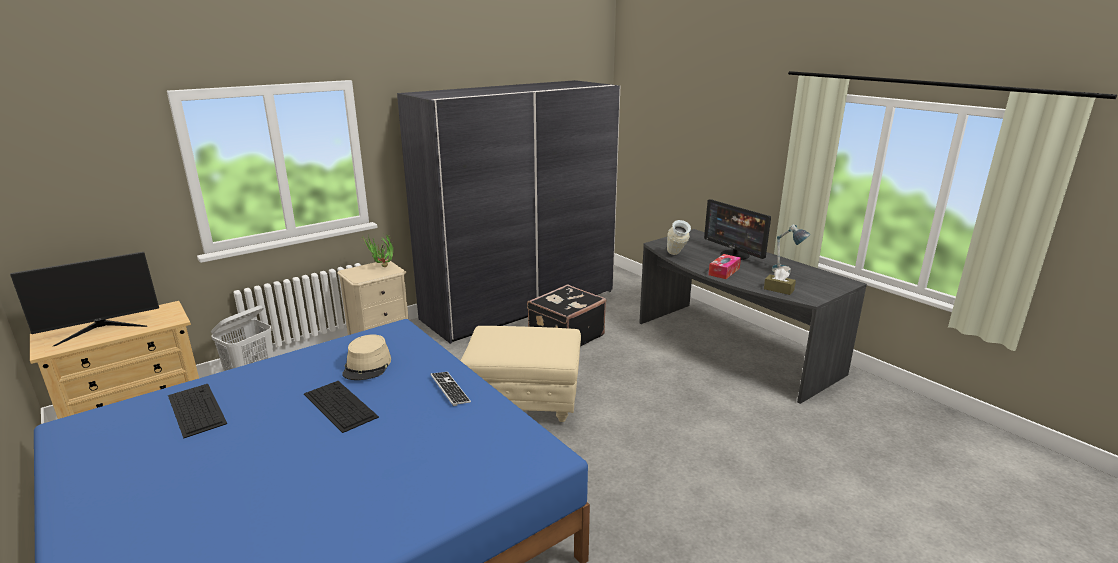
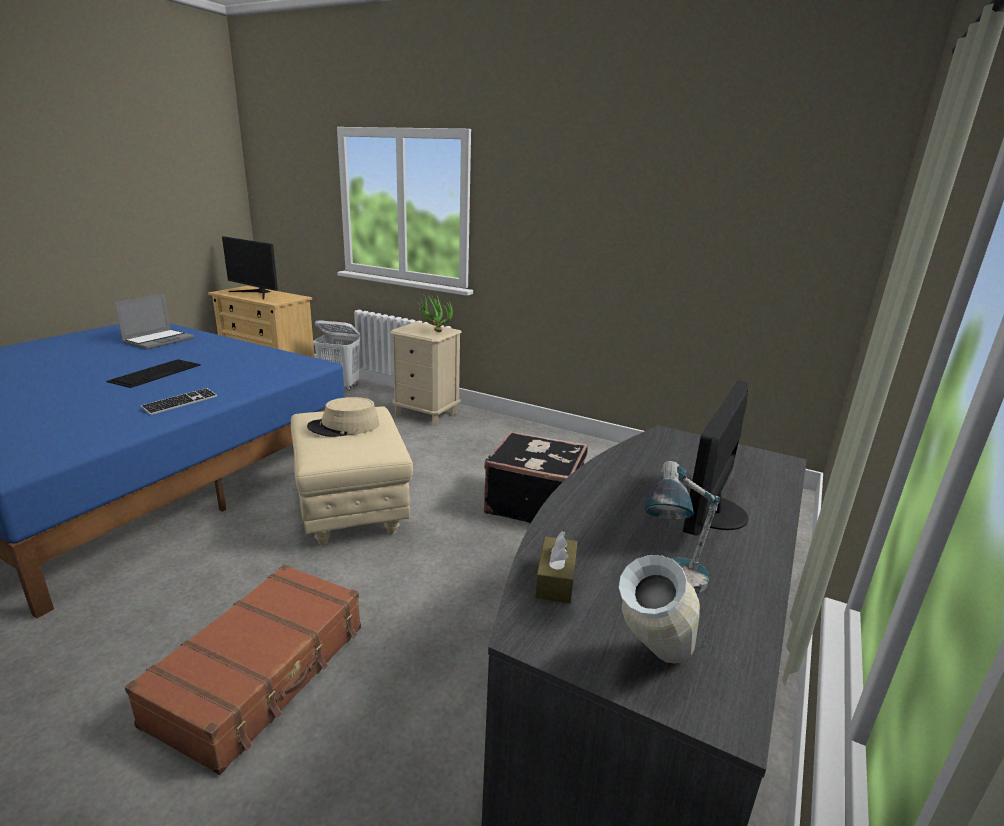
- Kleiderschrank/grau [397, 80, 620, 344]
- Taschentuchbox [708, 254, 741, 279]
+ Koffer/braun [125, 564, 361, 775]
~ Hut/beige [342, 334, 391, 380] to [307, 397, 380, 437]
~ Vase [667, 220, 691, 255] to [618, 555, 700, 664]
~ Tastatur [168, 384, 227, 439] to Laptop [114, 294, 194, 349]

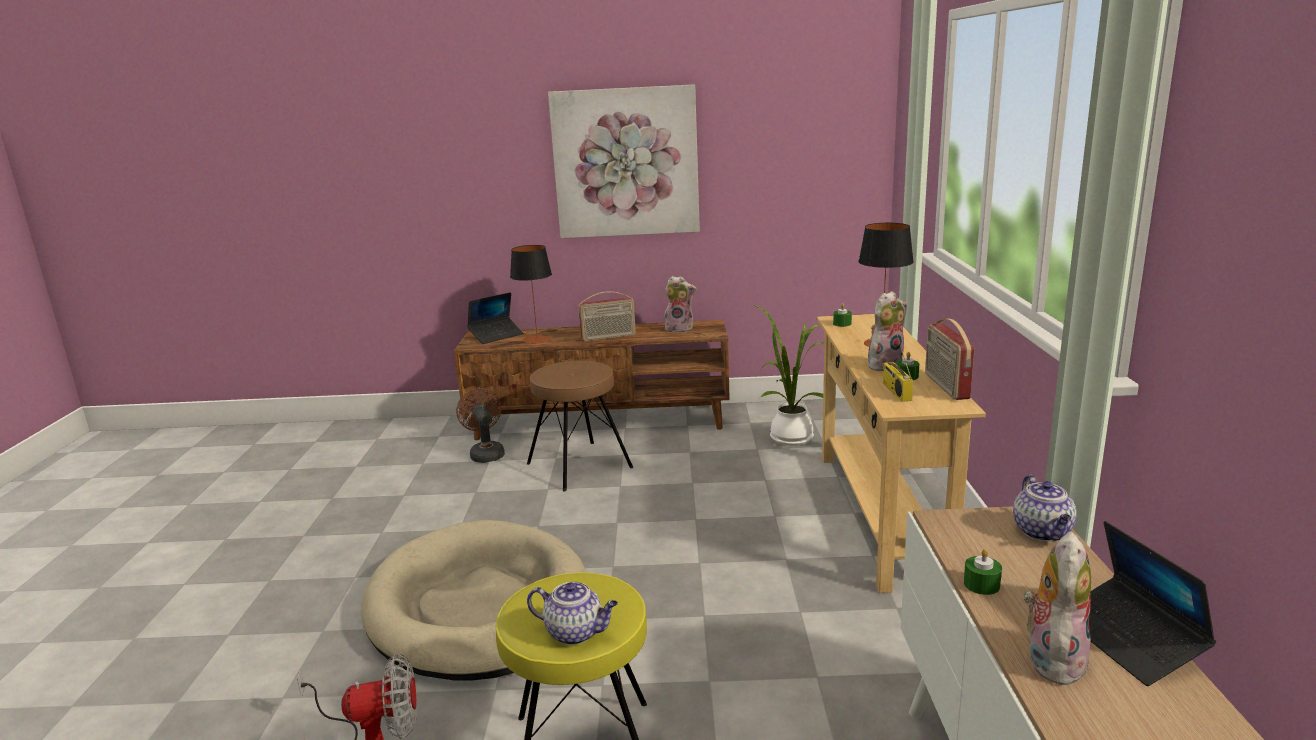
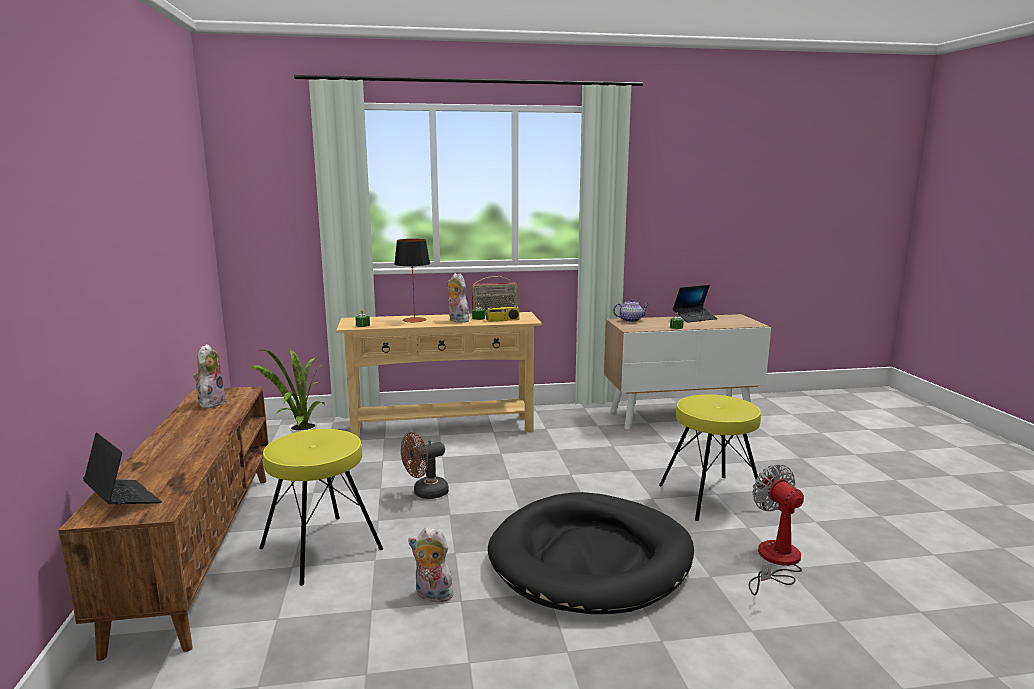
- Tischlampe [510, 245, 552, 344]
- Teekanne [527, 582, 618, 645]
- Bild [548, 84, 700, 238]
- Radio [578, 291, 636, 341]
~ Ventilator/braun [456, 388, 505, 463] to [401, 432, 449, 499]
~ Plüschtier [1024, 531, 1091, 685] to [409, 527, 453, 602]
~ Hundebett/beige [361, 520, 587, 680] to Hundebett/schwarz [488, 492, 694, 614]
~ Hocker/braun [527, 361, 633, 492] to Hocker/gelb [259, 429, 383, 586]

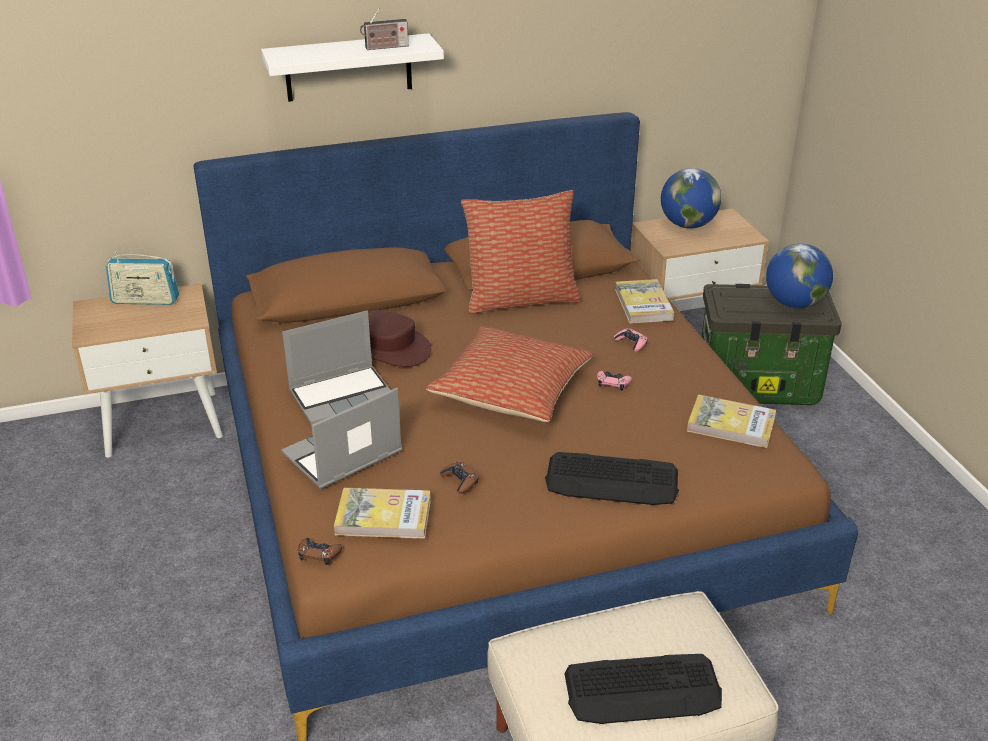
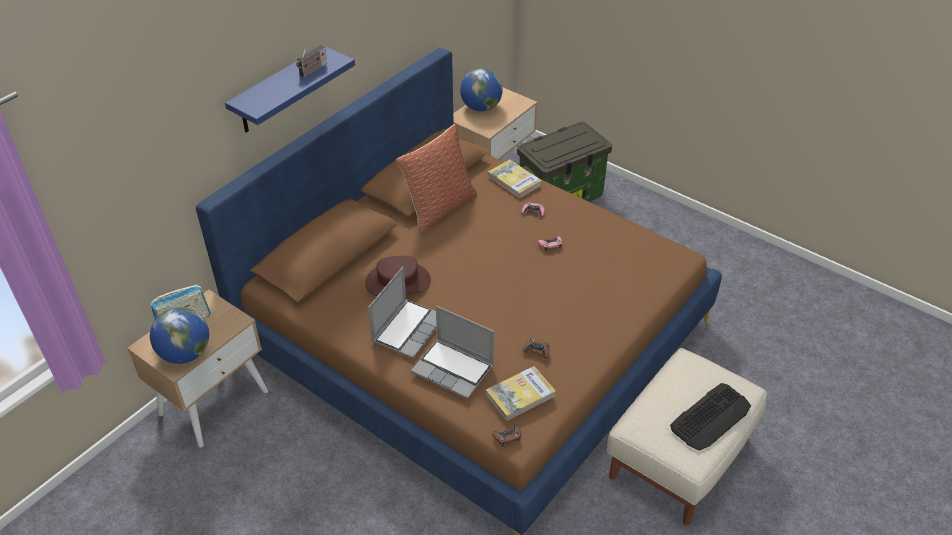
- Kissen [426, 326, 594, 422]
- Tastatur [545, 452, 679, 505]
- Buch [687, 395, 776, 448]
~ Globus [766, 244, 833, 308] to [150, 307, 209, 364]
~ Wandregal/weiß [261, 33, 444, 102] to Wandregal/blau [225, 46, 355, 132]
~ Laptop [281, 388, 402, 489] = [411, 306, 494, 399] 75 degrees counterclockwise

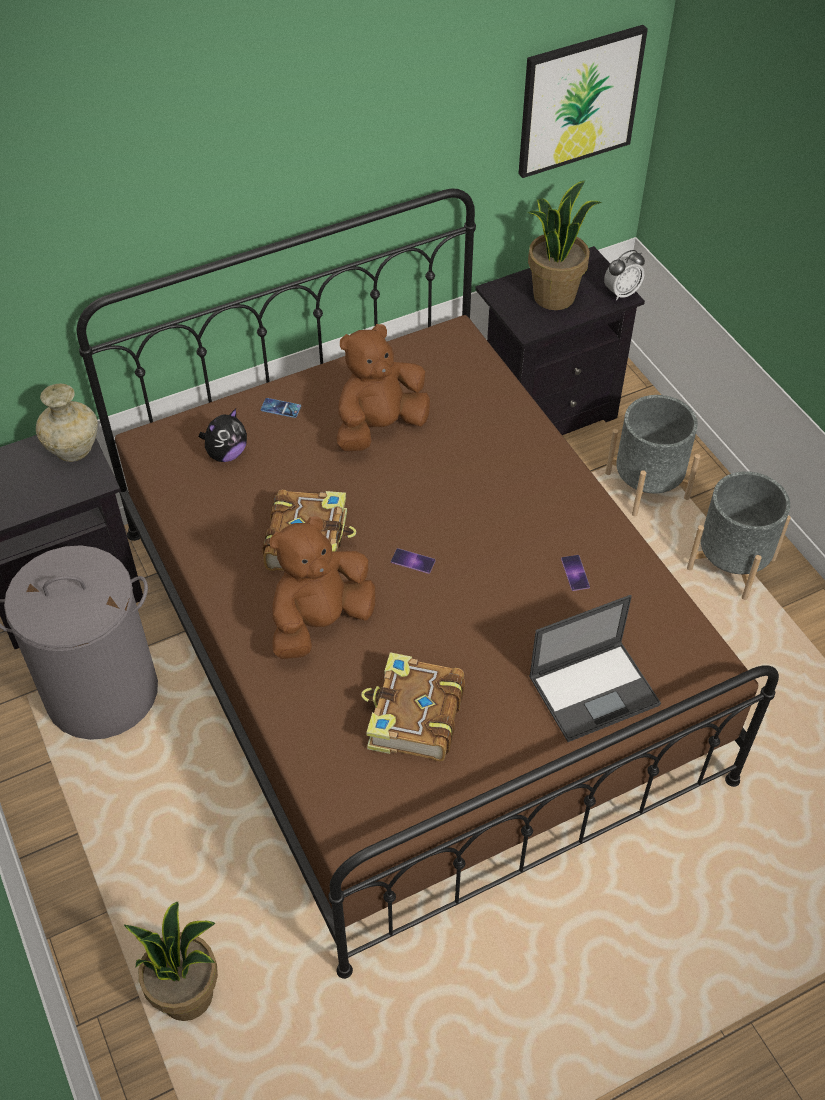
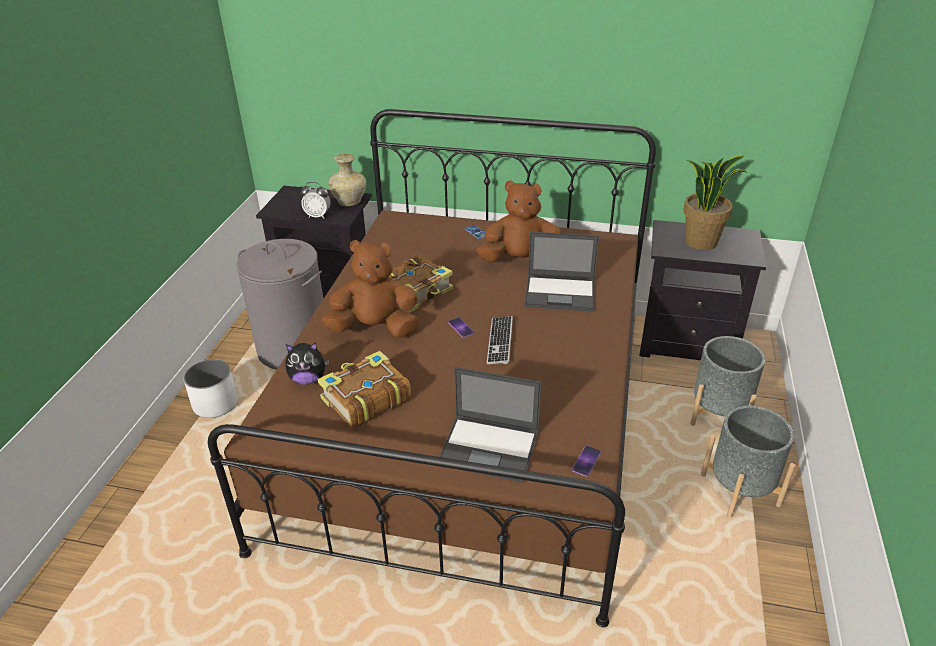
- Topfpflanze [124, 902, 218, 1021]
- Bild [518, 25, 648, 178]
+ Pflanzkübel/weiß [183, 359, 238, 418]
+ Tastatur [487, 316, 513, 364]
+ Laptop [525, 232, 599, 312]
~ Plüschtier [199, 408, 247, 462] to [286, 343, 329, 385]
~ Handy [561, 555, 590, 591] to [572, 445, 601, 477]
~ Wecker [604, 250, 645, 301] to [300, 182, 331, 218]

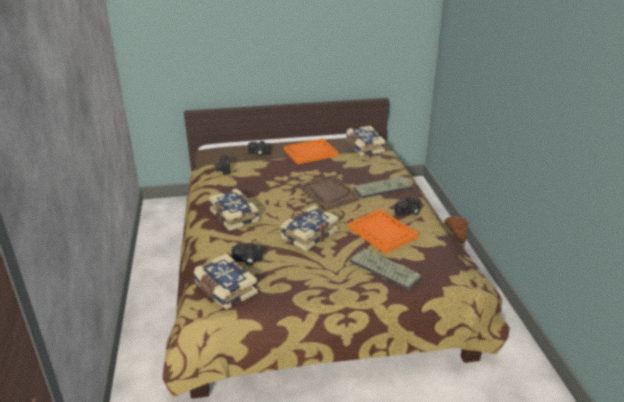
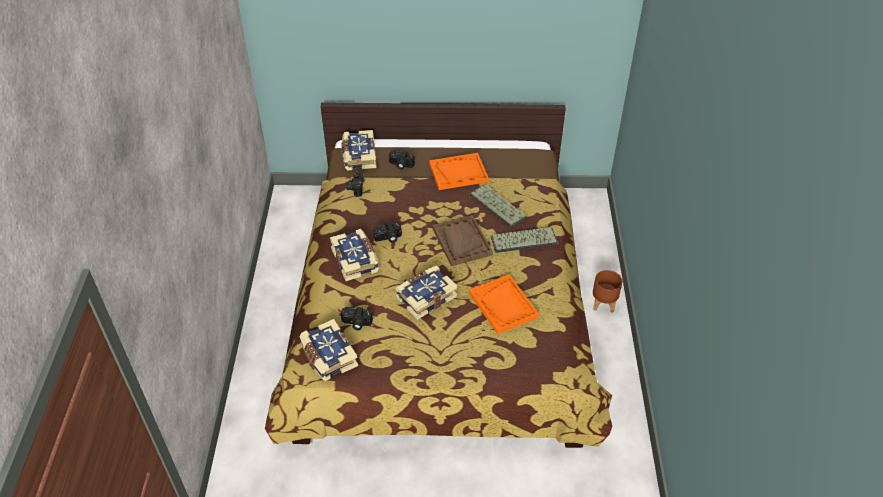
~ Buch [346, 126, 385, 156] to [341, 130, 376, 171]
~ Tastatur [349, 249, 422, 290] to [469, 185, 527, 227]
~ Kamera [395, 197, 421, 216] to [373, 222, 402, 243]

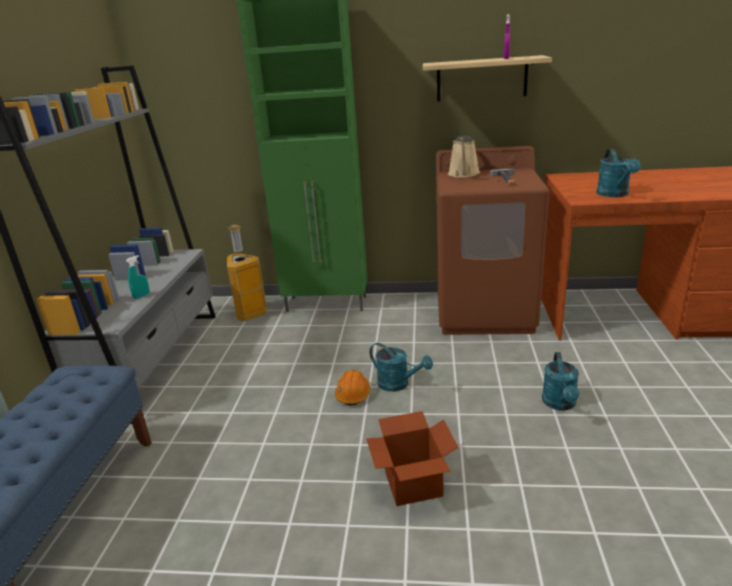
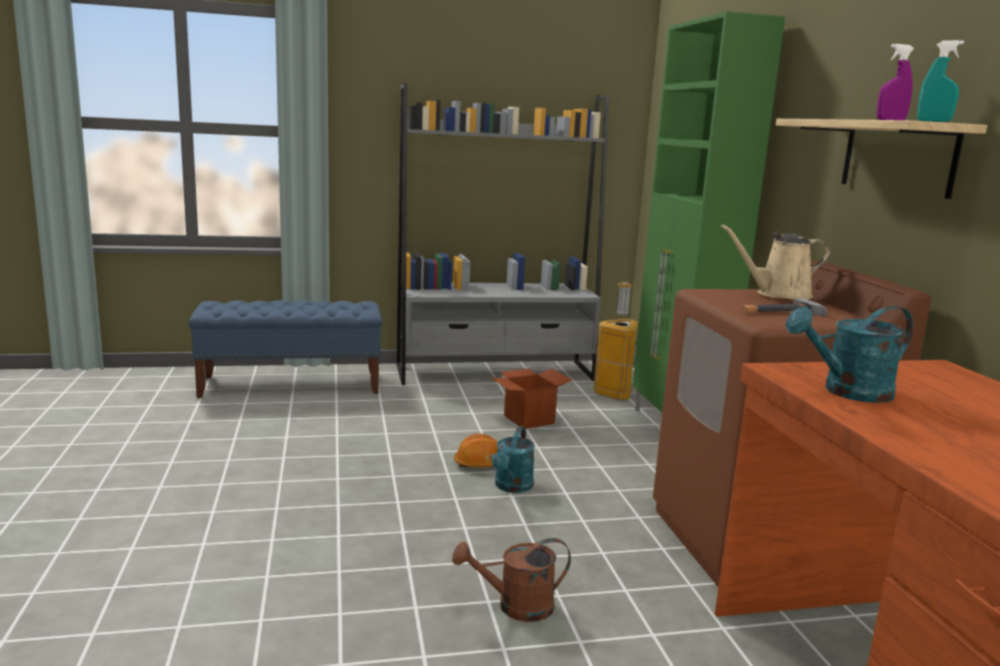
~ Sprühflasche/türkis [126, 255, 149, 299] to [917, 40, 964, 122]
~ Karton [366, 411, 459, 506] to [491, 369, 572, 429]
~ Gießkanne/türkis [542, 352, 579, 411] to Gießkanne/braun [452, 538, 571, 622]

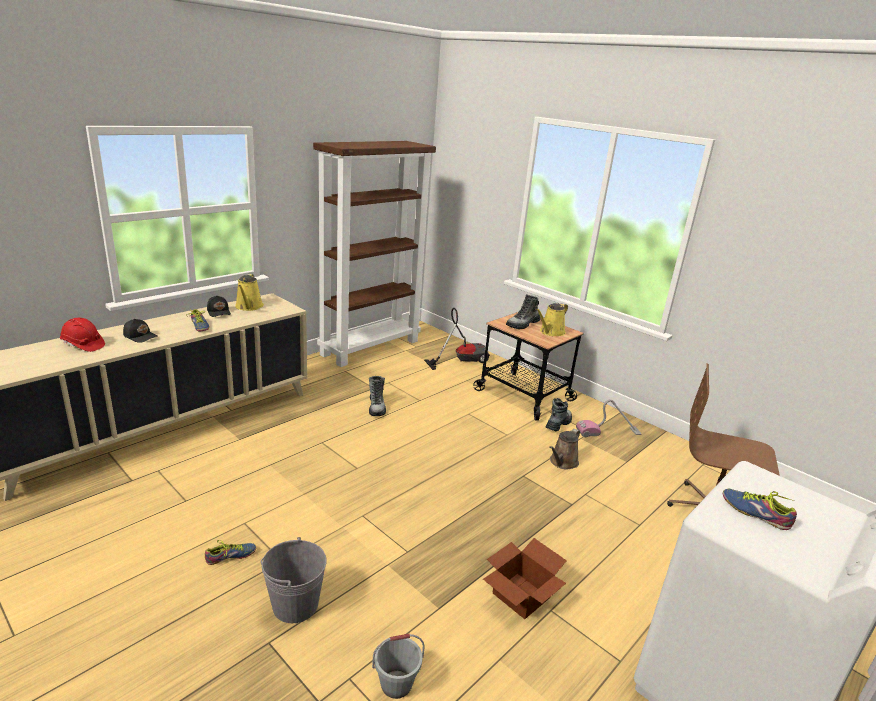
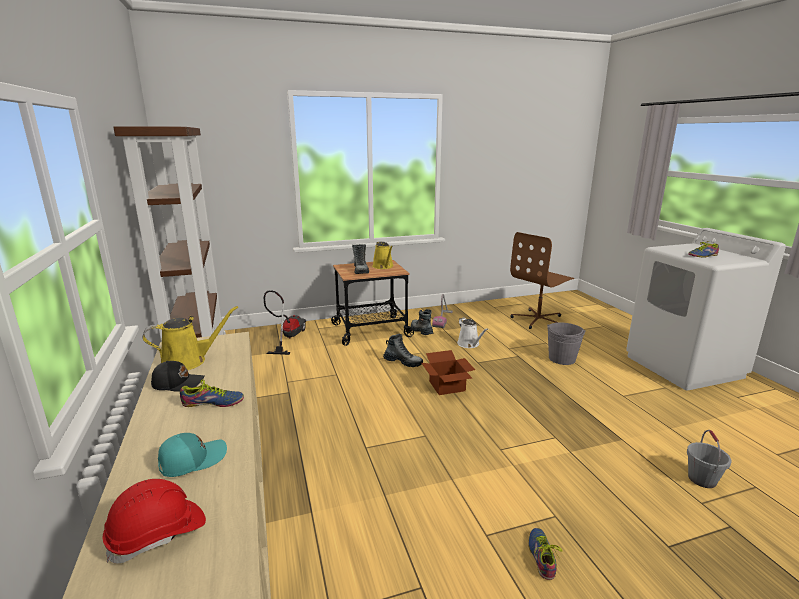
~ Eimer/grau [261, 537, 326, 623] to [547, 322, 586, 365]
~ Stiefel [369, 376, 386, 416] to [383, 334, 423, 367]
~ Karton [483, 538, 567, 619] to [422, 350, 475, 395]
~ Kappe/schwarz [123, 319, 157, 343] to Kappe/türkis [158, 433, 227, 477]
~ Gießkanne/braun [549, 429, 580, 470] to Gießkanne/weiß [457, 317, 488, 348]
~ Gießkanne/gelb [235, 274, 264, 311] = [143, 306, 238, 370] 45 degrees counterclockwise

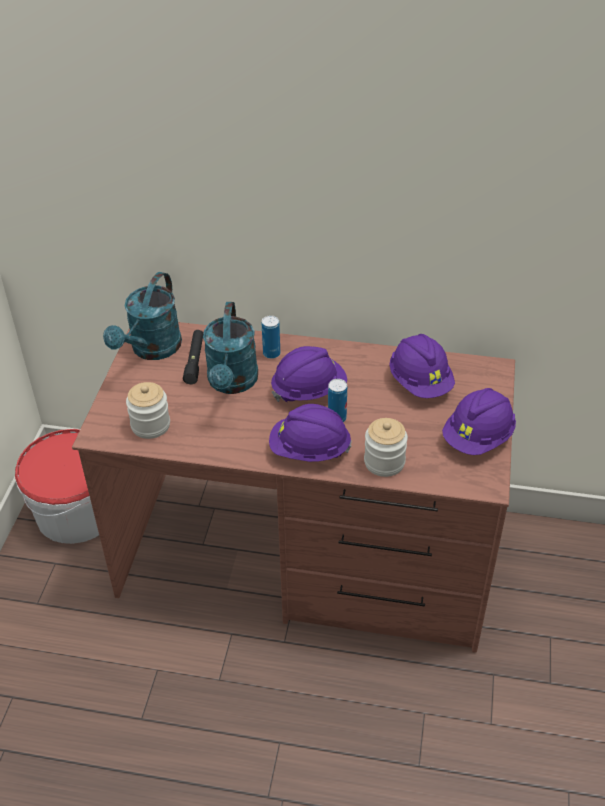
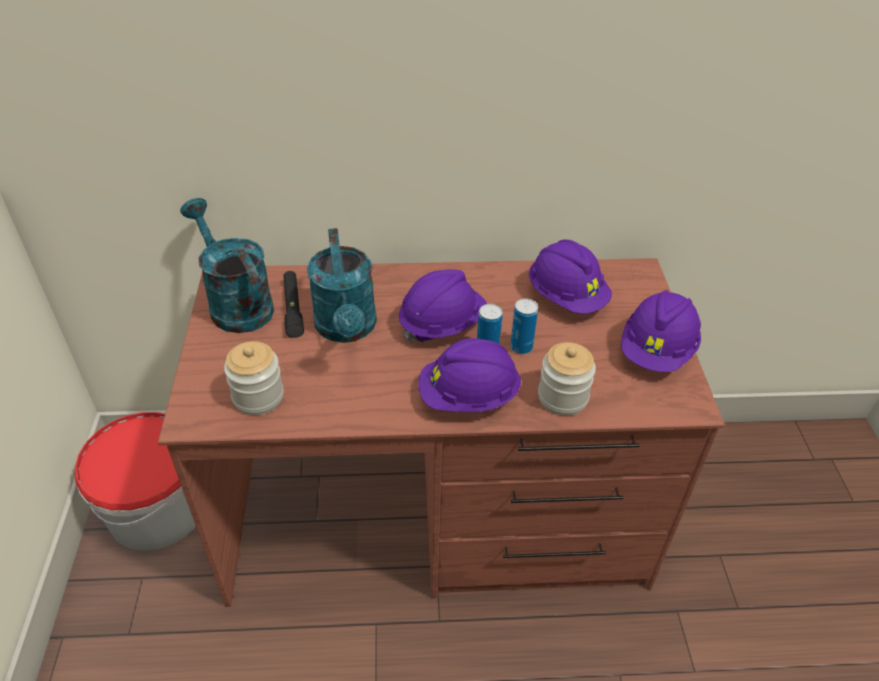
~ Dose [262, 315, 280, 359] to [510, 298, 538, 354]
~ Gießkanne/türkis [103, 272, 182, 360] = [180, 198, 274, 333] 135 degrees clockwise

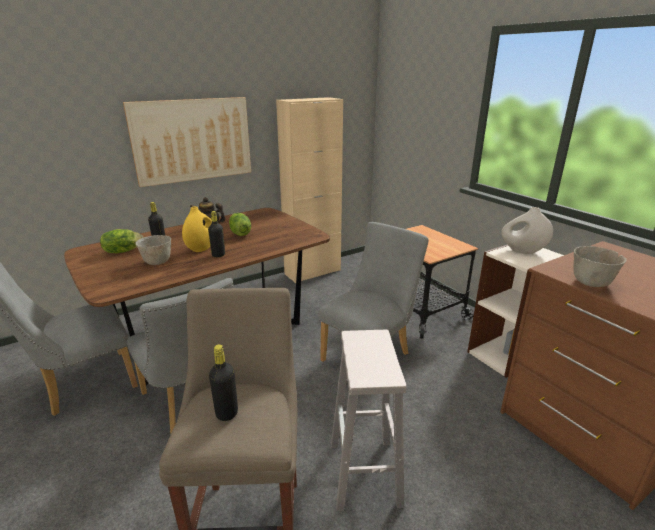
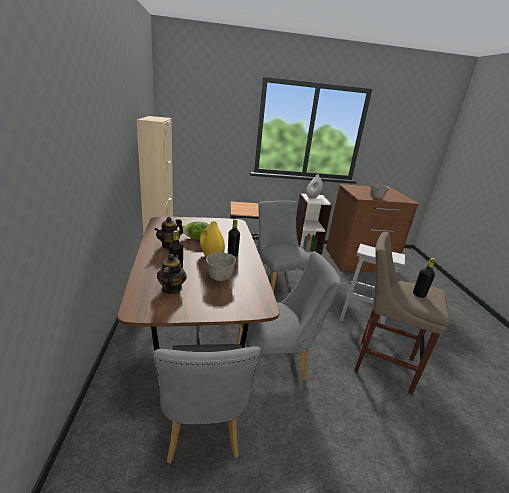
- Bild [123, 97, 251, 187]
~ Salatkopf [100, 229, 144, 253] to Teekanne [157, 254, 187, 293]

